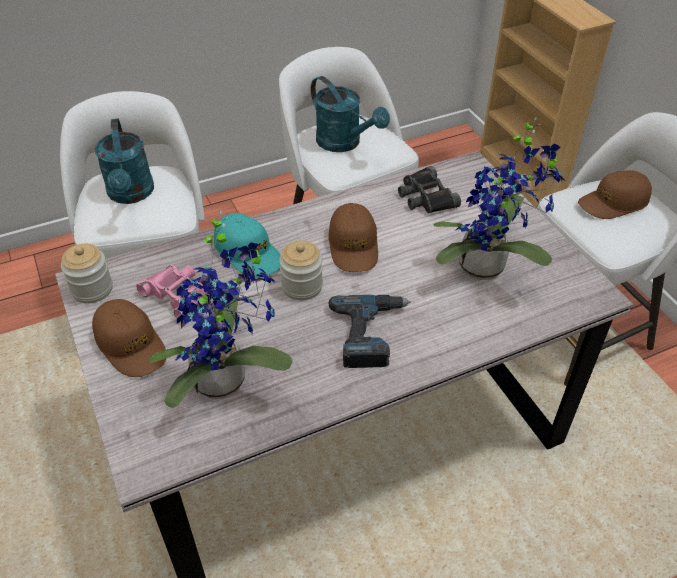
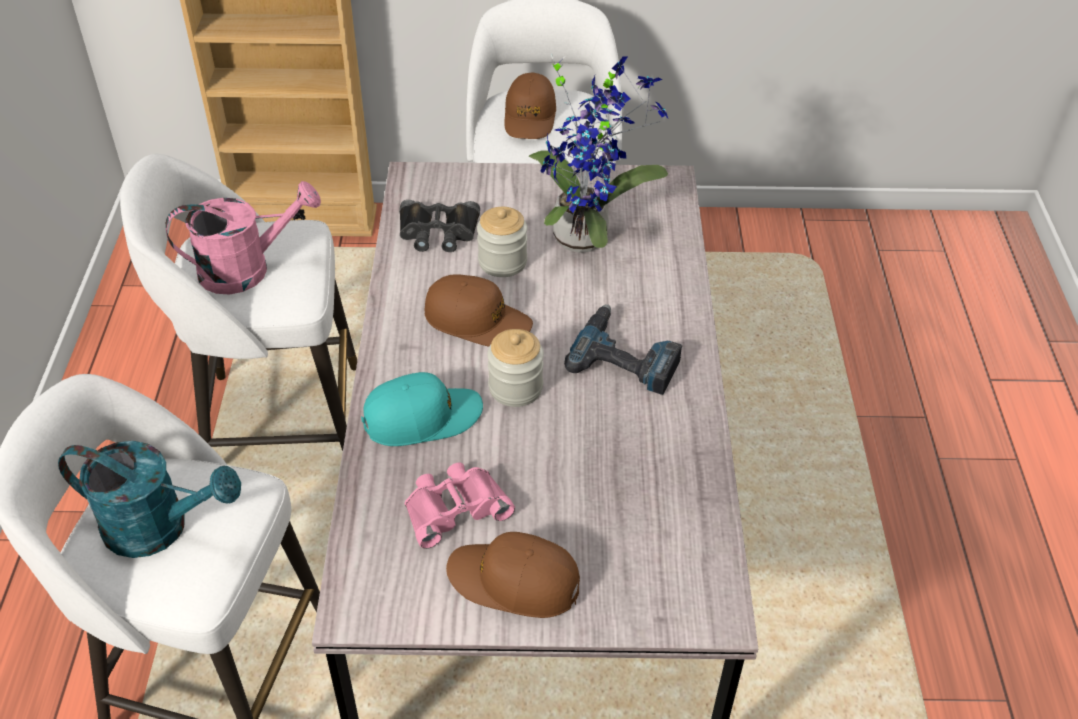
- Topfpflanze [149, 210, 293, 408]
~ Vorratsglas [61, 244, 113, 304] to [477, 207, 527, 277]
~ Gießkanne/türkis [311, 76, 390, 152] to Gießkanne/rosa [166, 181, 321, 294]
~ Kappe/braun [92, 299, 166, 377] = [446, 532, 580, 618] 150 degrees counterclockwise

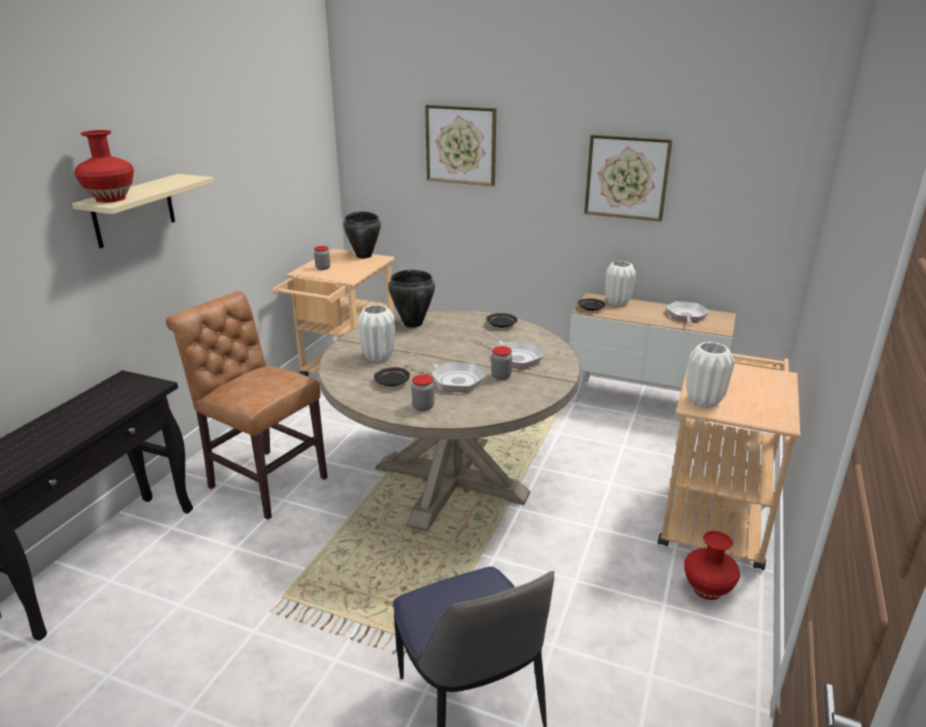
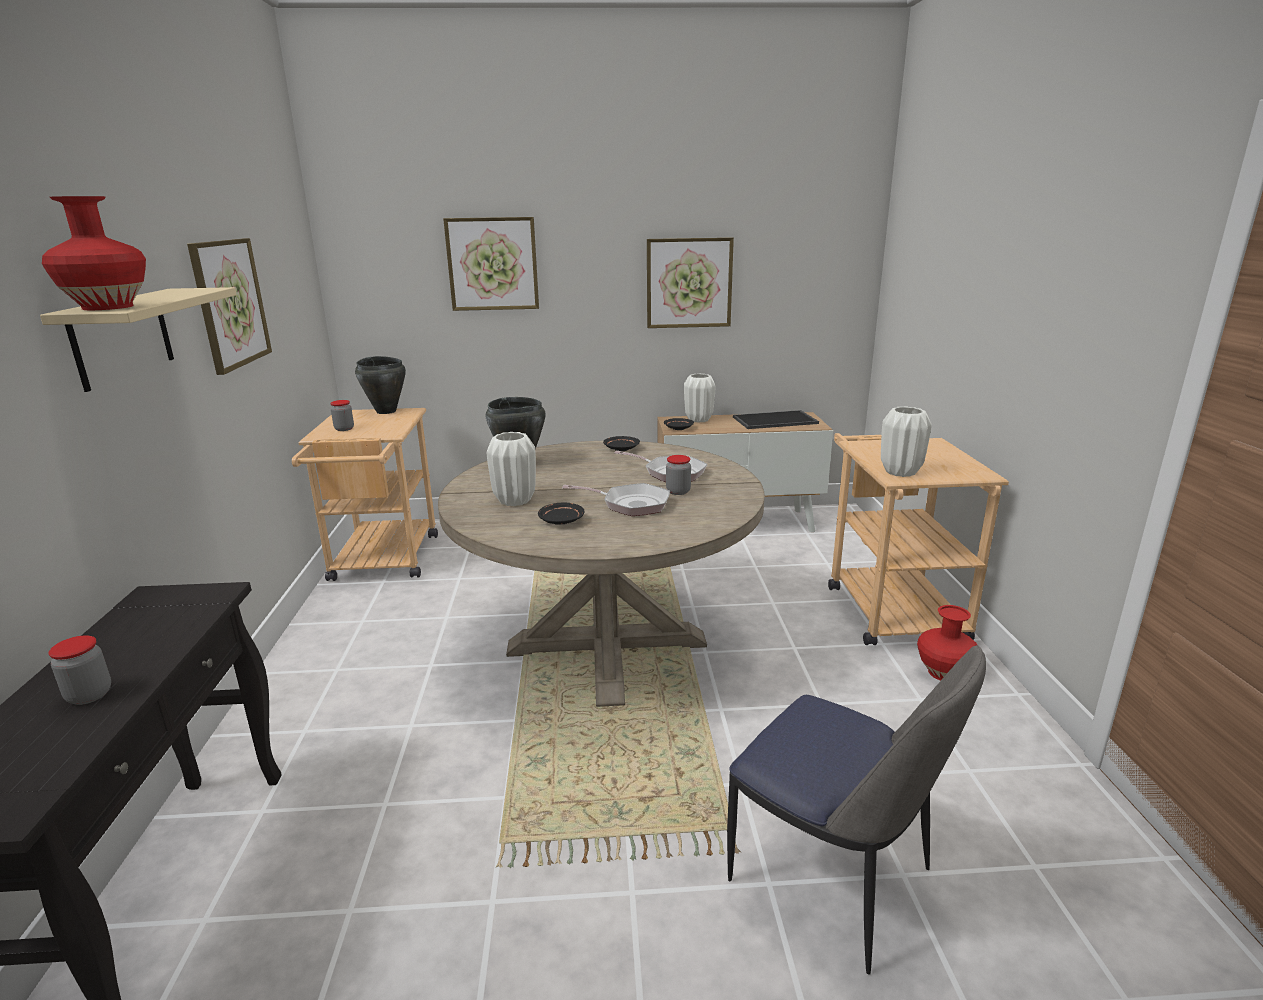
- Stuhl/braun [166, 291, 328, 520]
+ Bild [187, 238, 272, 375]
~ Vorratsglas [411, 374, 434, 411] to [48, 635, 111, 705]
~ Pfanne [665, 301, 710, 326] to Tablett [733, 410, 819, 429]

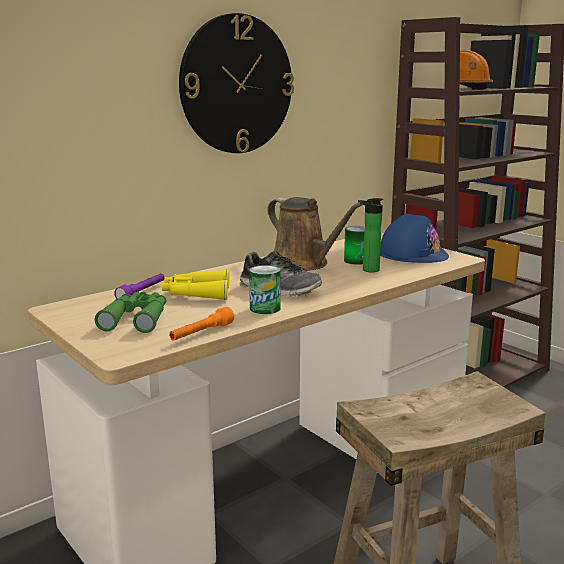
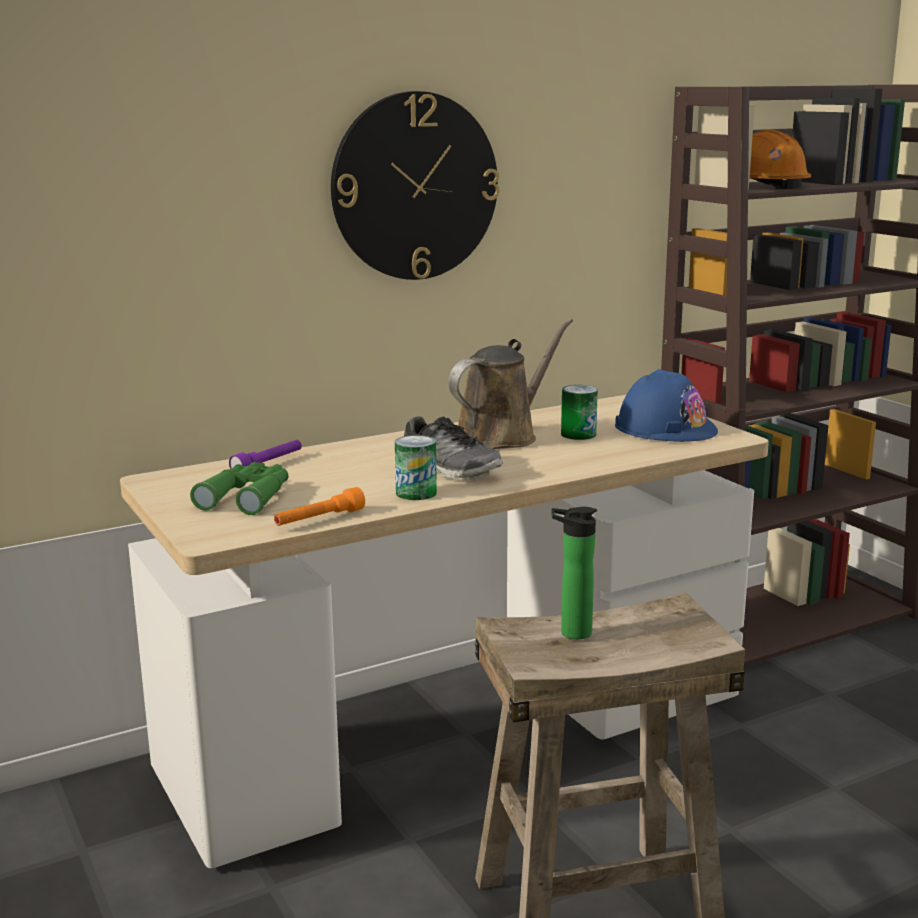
- Fernglas/gelb [162, 269, 229, 300]
~ Flasche [358, 198, 383, 272] to [551, 507, 597, 639]
~ Gießkanne/braun [267, 197, 363, 271] = [448, 318, 573, 449] 105 degrees counterclockwise

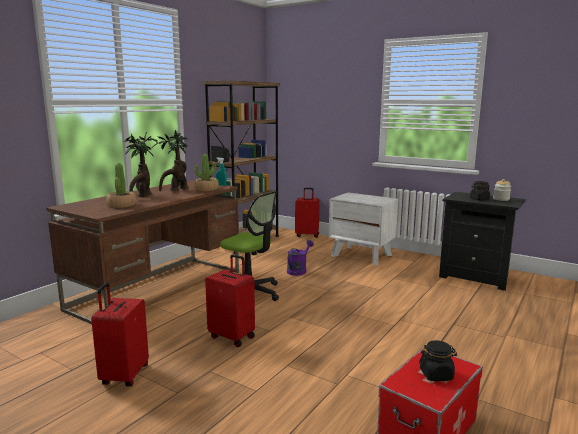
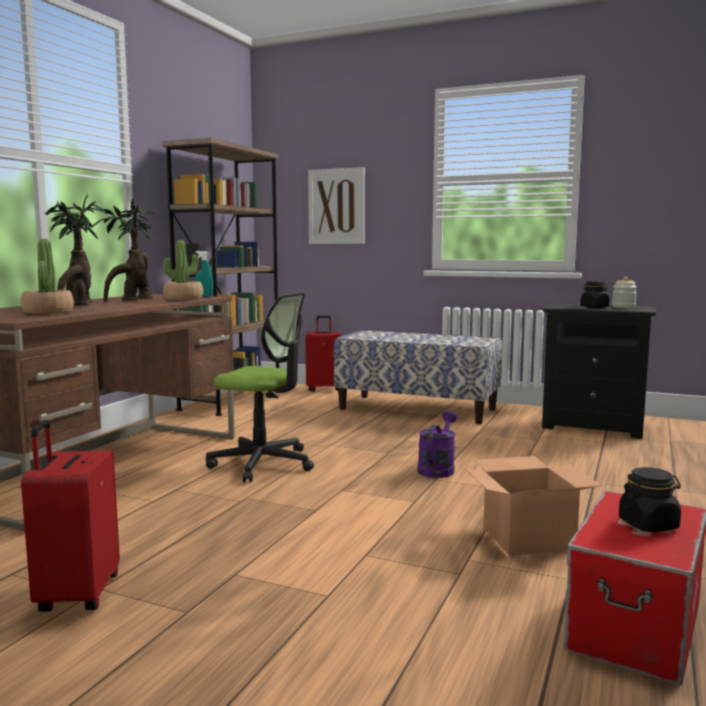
- Koffer/rot [205, 254, 255, 347]
+ Bild [308, 167, 365, 244]
+ Karton [465, 456, 602, 556]
~ Gießkanne/lila [287, 240, 314, 276] to [417, 410, 457, 478]
~ Nachttisch/weiß [329, 193, 398, 266] to Bank [334, 330, 502, 424]

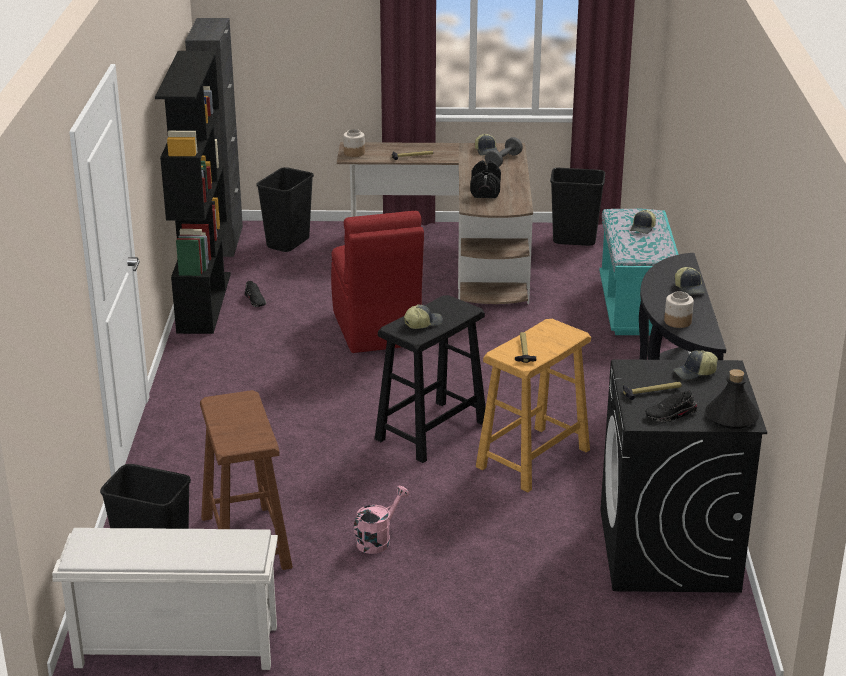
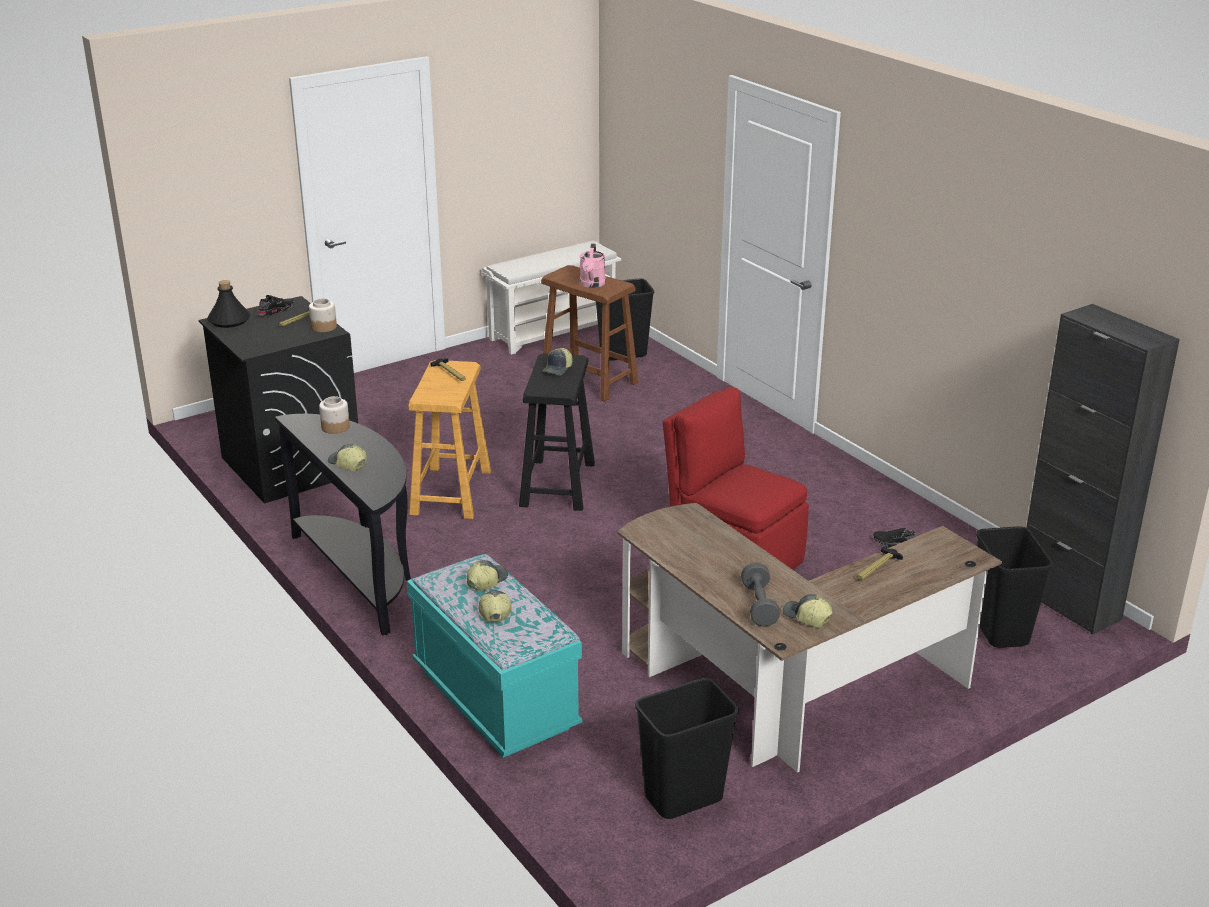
- Bücherregal/schwarz [155, 51, 231, 334]
- Hantel/schwarz [470, 160, 501, 198]
~ Vorratsglas [343, 129, 365, 157] to [309, 298, 337, 332]
~ Gießkanne/rosa [354, 486, 409, 554] to [580, 244, 606, 288]
~ Kappe [673, 350, 718, 380] to [467, 560, 508, 591]

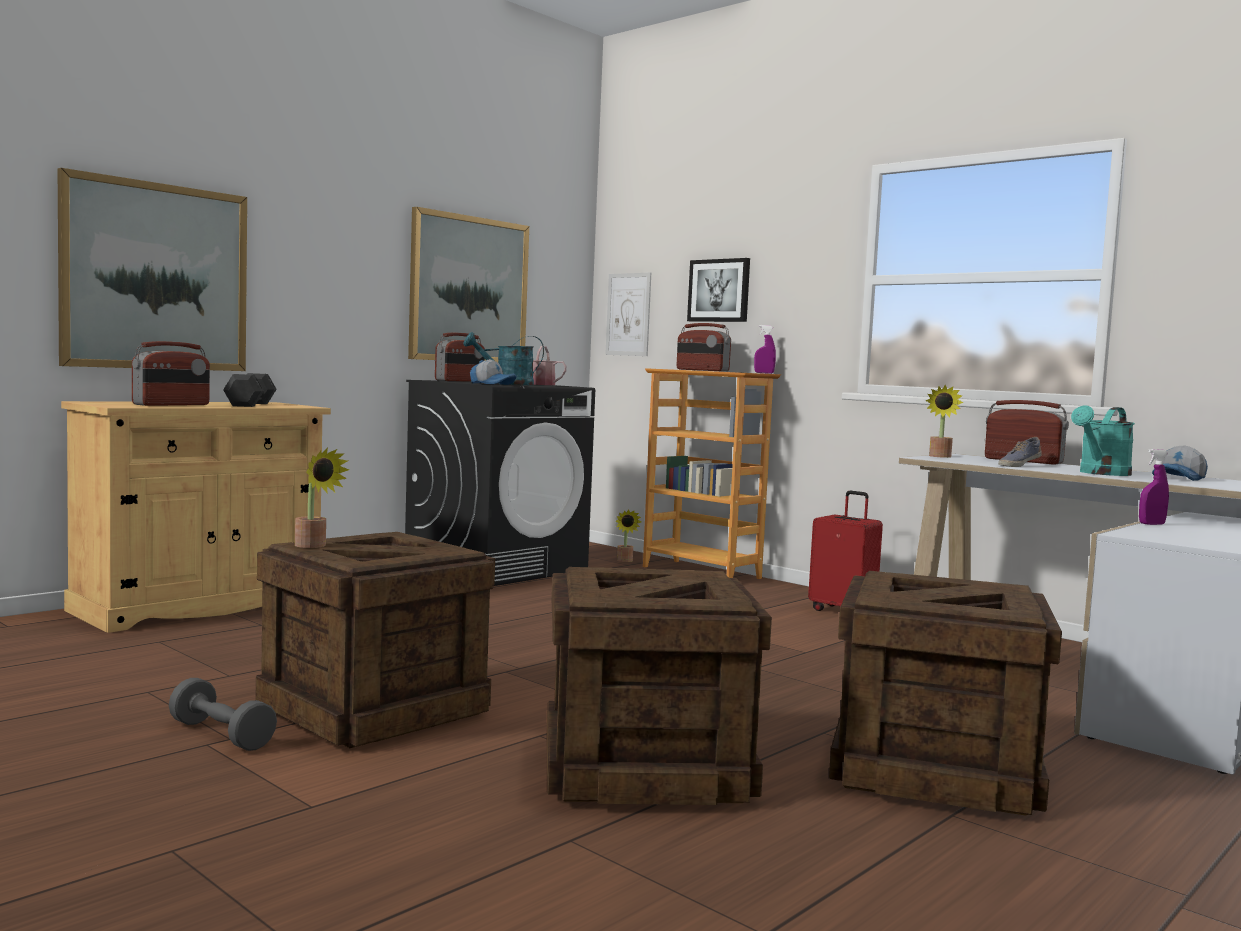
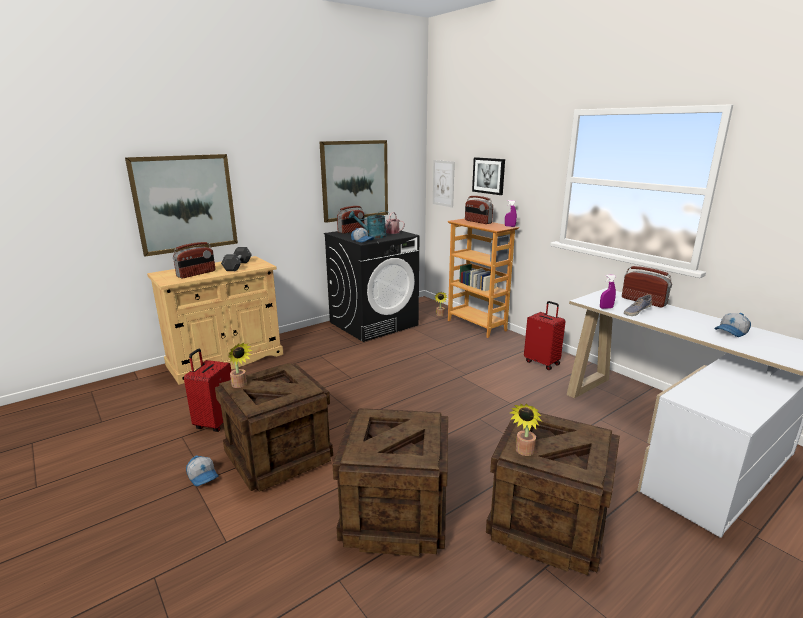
- Gießkanne/türkis [1071, 405, 1135, 476]
+ Koffer/rot [184, 349, 231, 432]
~ Topfpflanze [925, 385, 964, 458] to [510, 403, 541, 456]
~ Sprühflasche/lila [1139, 449, 1169, 525] to [600, 274, 616, 309]
~ Hantel/grau [169, 678, 277, 751] to Kappe [186, 455, 219, 486]

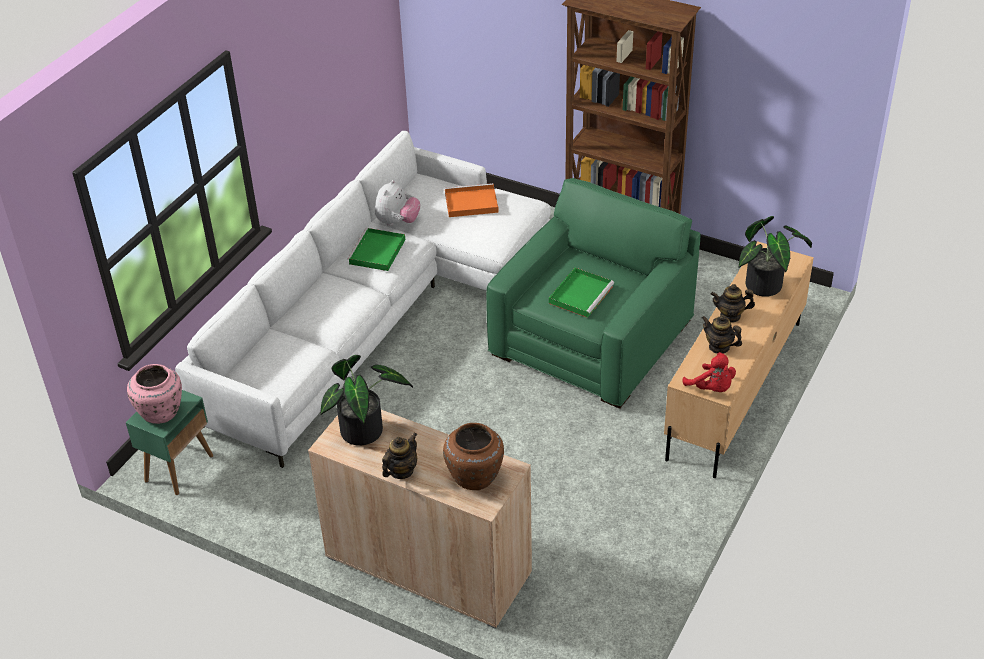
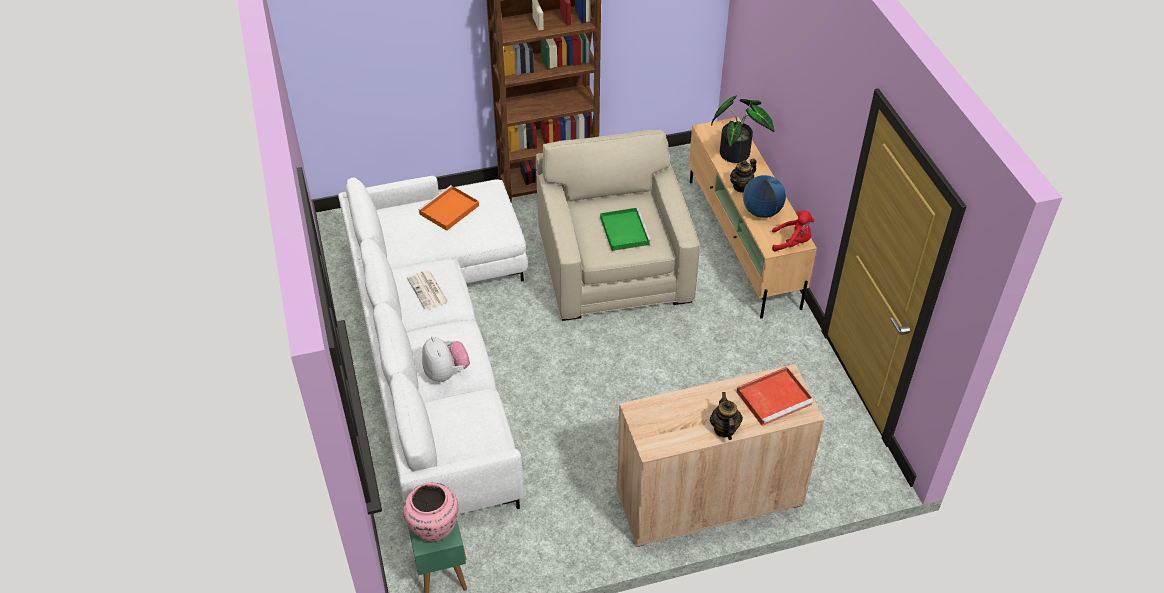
- Topfpflanze [320, 355, 413, 446]
~ Plüschtier [375, 180, 420, 226] to [422, 336, 470, 382]
~ Tablett/grün [347, 228, 405, 271] to Zeitung [407, 270, 448, 310]
~ Vase/braun [443, 423, 504, 490] to Tablett/rot [737, 367, 814, 426]
~ Teekanne [702, 315, 742, 354] to Globus [743, 175, 786, 218]
~ Sessel/grün [486, 178, 701, 409] to Sessel/beige [536, 130, 700, 321]

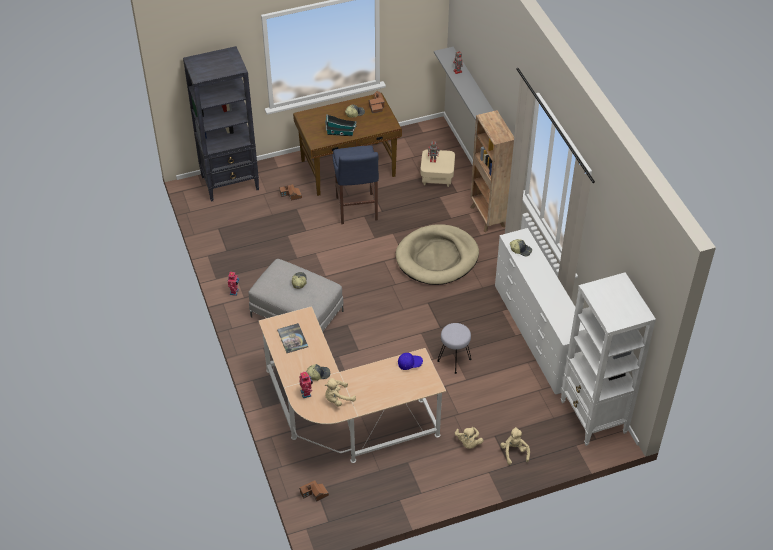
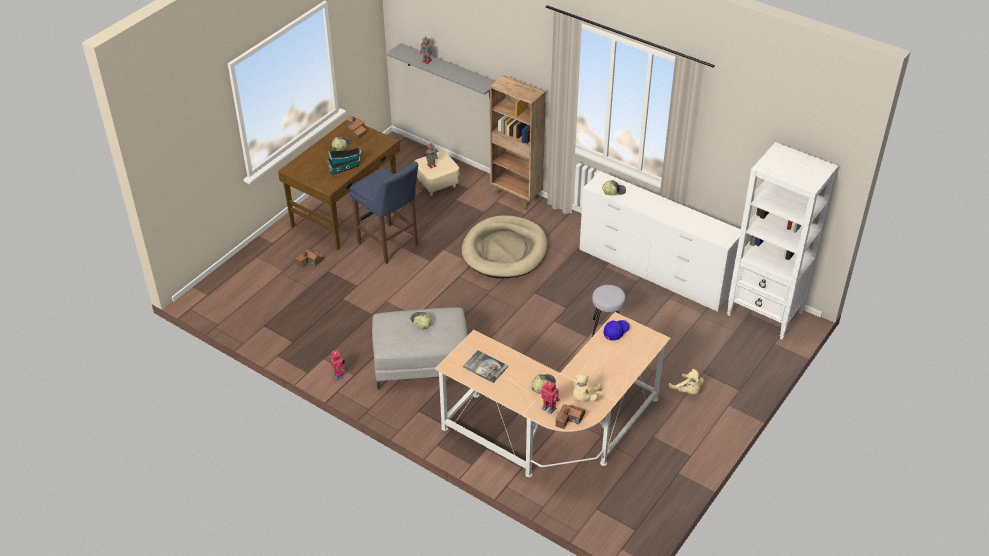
- Bücherregal/schwarz [183, 46, 259, 202]
- Plüschtier/beige [500, 427, 530, 465]
~ Spielzeughaus [299, 480, 329, 502] to [555, 404, 585, 429]

